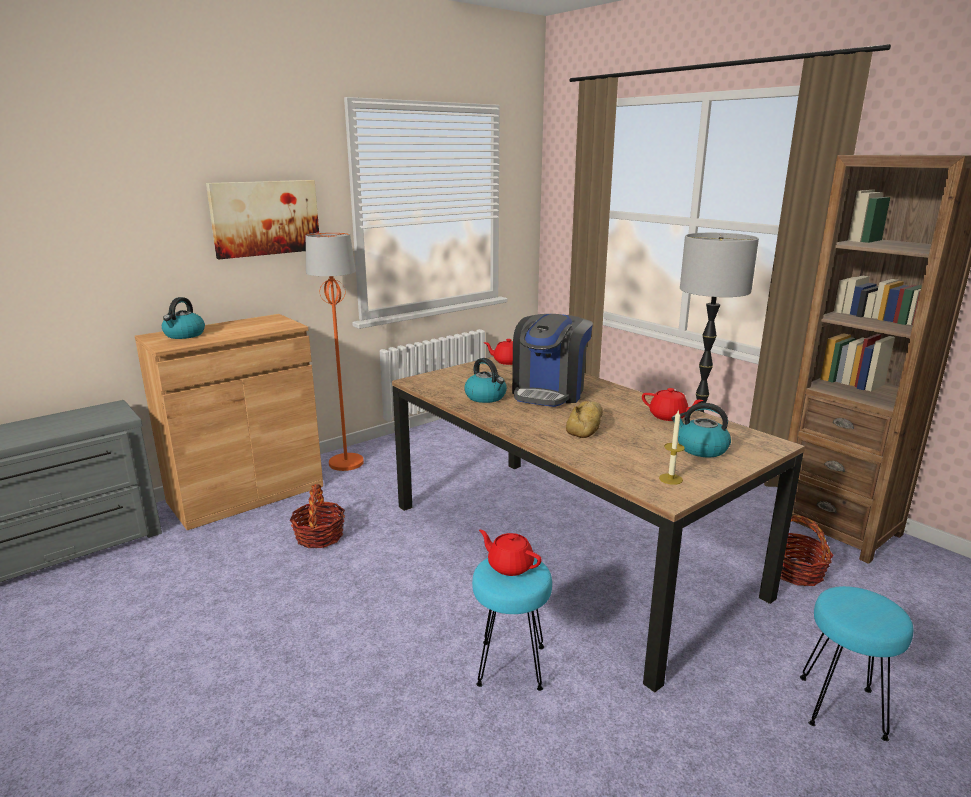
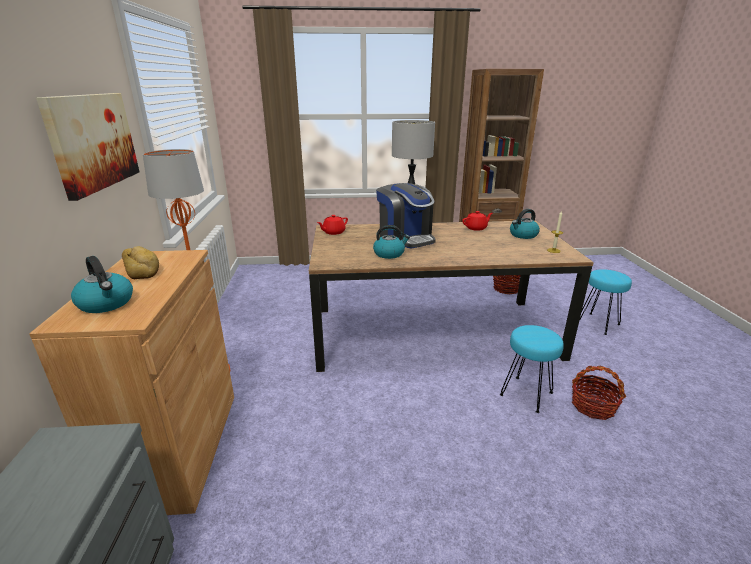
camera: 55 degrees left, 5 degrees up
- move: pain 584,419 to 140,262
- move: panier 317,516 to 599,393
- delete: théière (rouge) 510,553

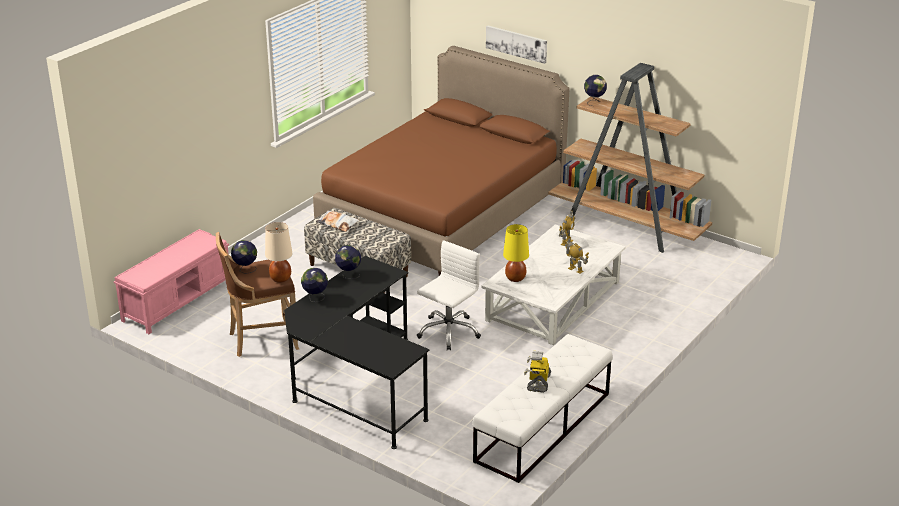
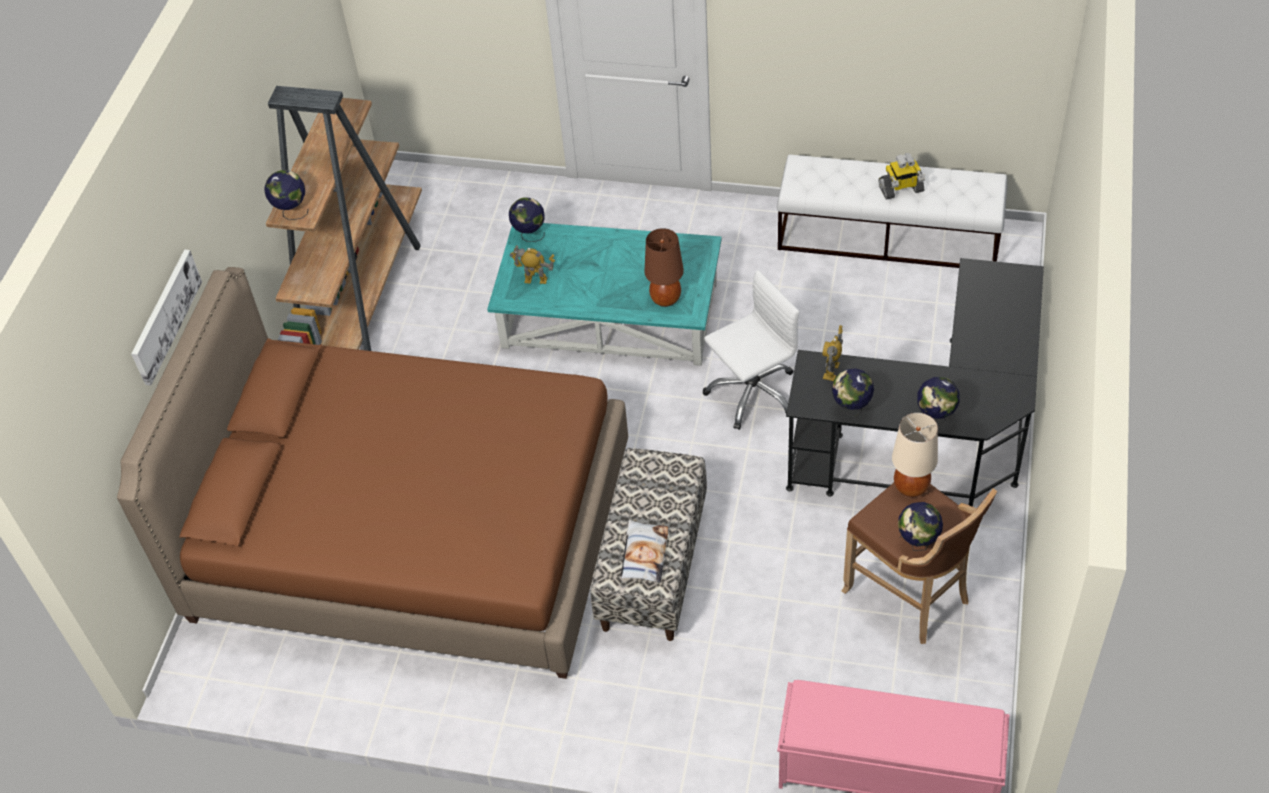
camera: 110 degrees left, 20 degrees up
- recolor: table basse (blanc) 553,285 to table basse (turquoise) 604,294
- insert: globe 527,219
- recolor: lampe de table (jaune) 516,253 to lampe de table (marron) 664,267
- rotate: chaise de bureau (blanc) 449,295 = 751,350 135 degrees clockwise
- move: robot jouet 577,256 to 833,353

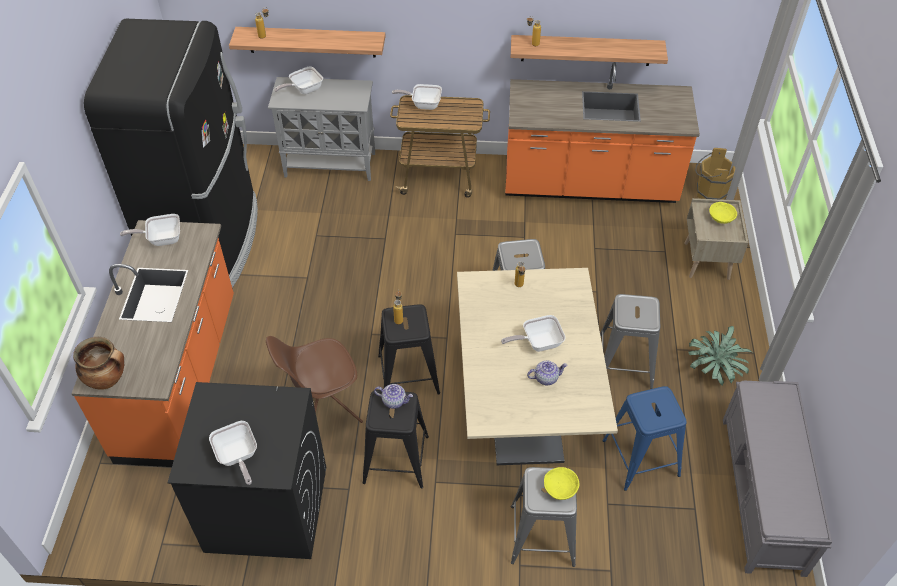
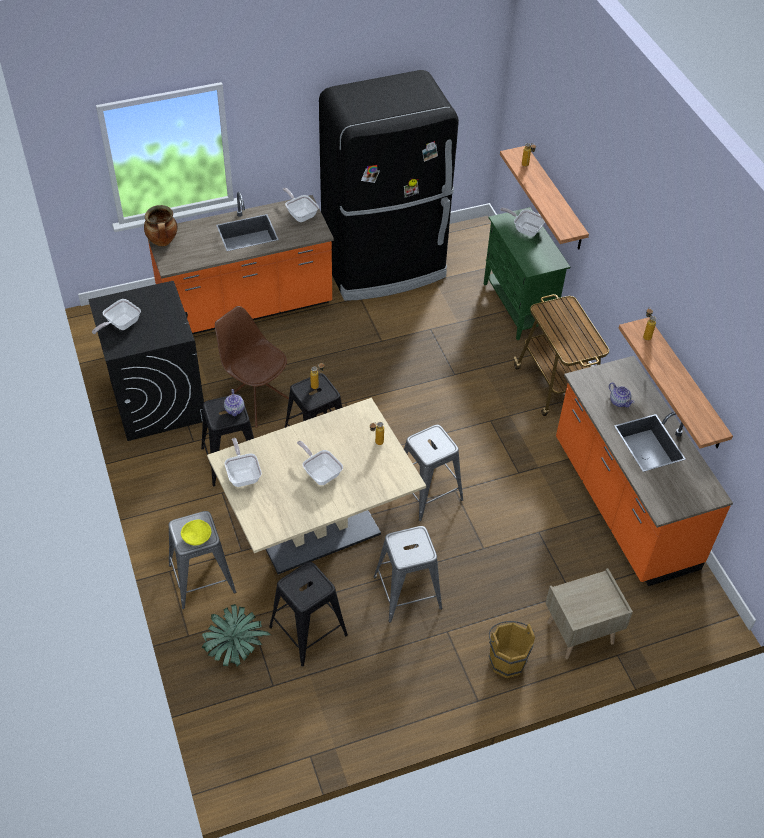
camera: 65 degrees right, 0 degrees up
- move: plante en pot 720,356 to 236,635
- move: poêle 417,97 to 243,462
- recolor: tabouret (bleu) 645,438 to tabouret (noir) 308,614
- recolor: meuble de rangement (gris) 321,129 to meuble de rangement (vert) 527,273
- move: seau (marron) 715,174 to 512,649
- move: théière 547,373 to 621,394
- delete: bol (jaune) 723,213
- delete: banc (gris) 777,479

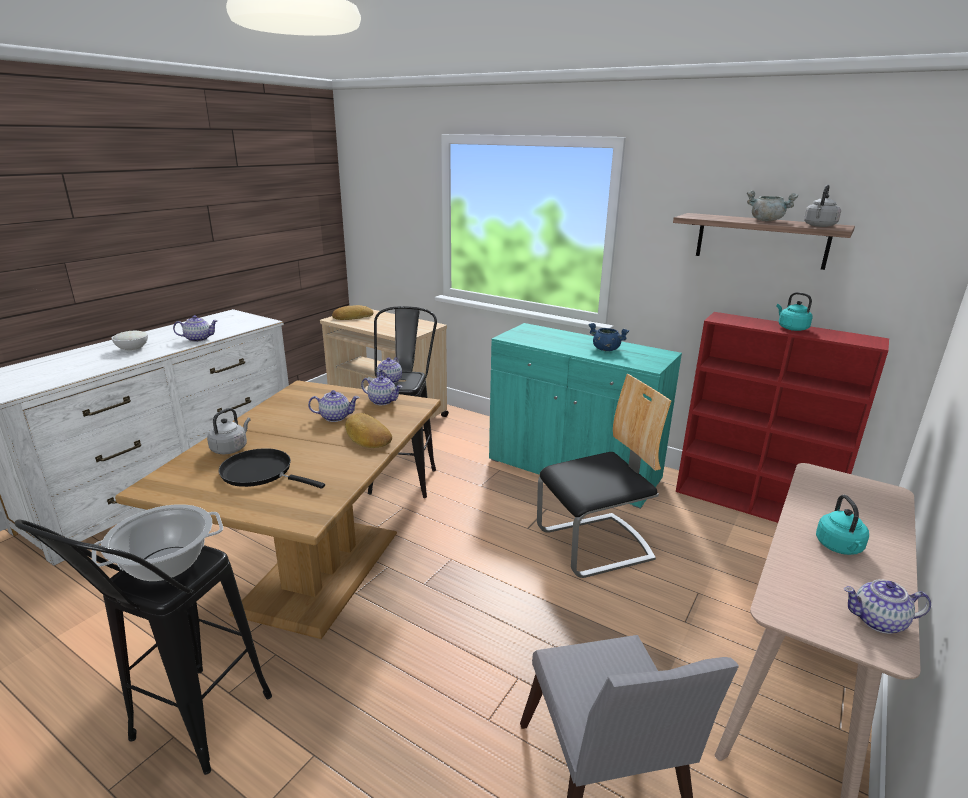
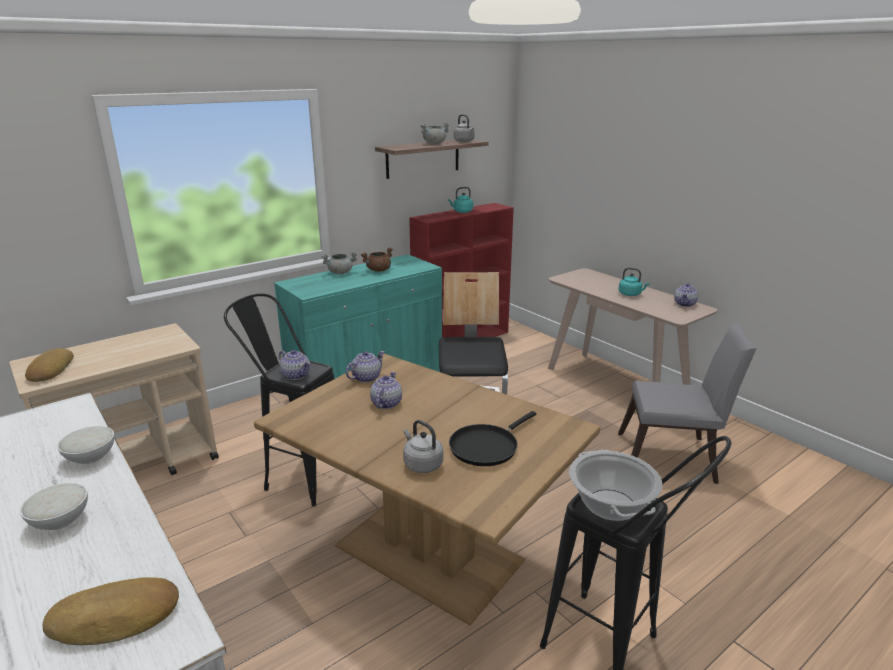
camera: 70 degrees left, 0 degrees up
- move: pain 368,430 to 110,611
- replace: théière 195,328 to bol (blanc) 85,445
- insert: marmite (gris) 339,262
- recolor: marmite (bleu) 608,337 to marmite (marron) 377,260

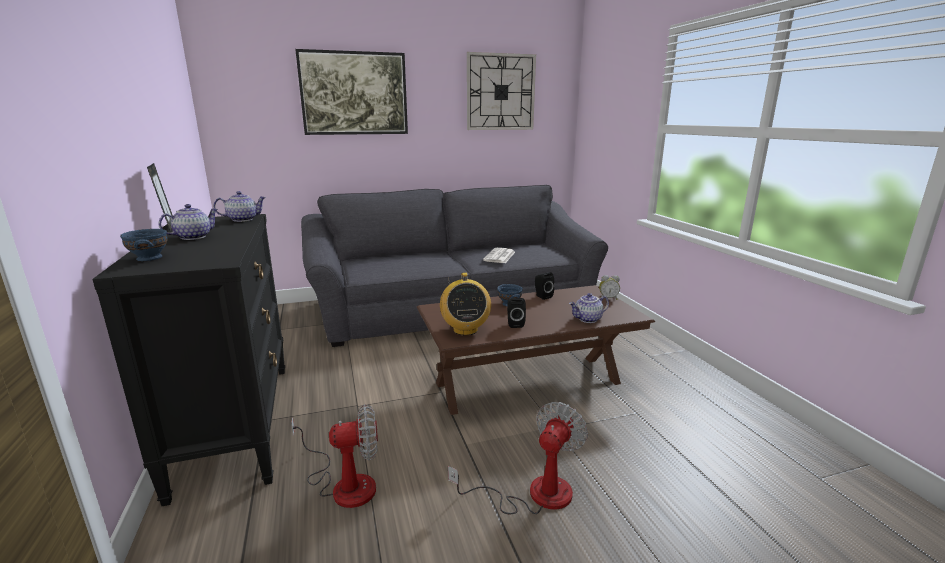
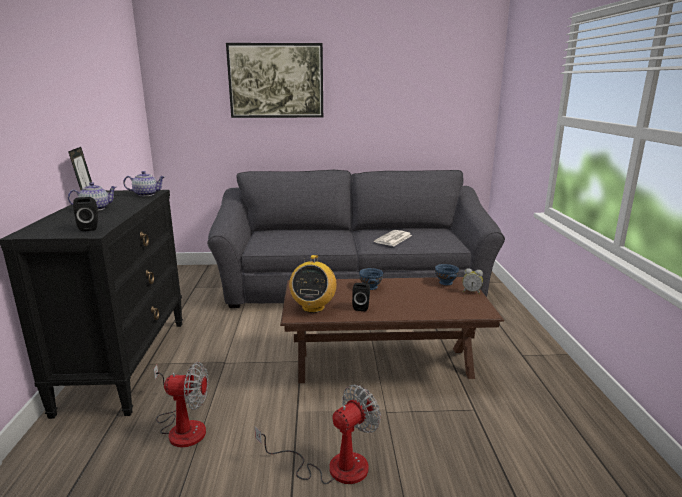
camera: 15 degrees right, 0 degrees up
- move: enceinte (noir) 544,286 to 85,214
- move: bol (bleu) 143,245 to 447,274
- delete: horloge murale 501,91
- delete: théière 589,308

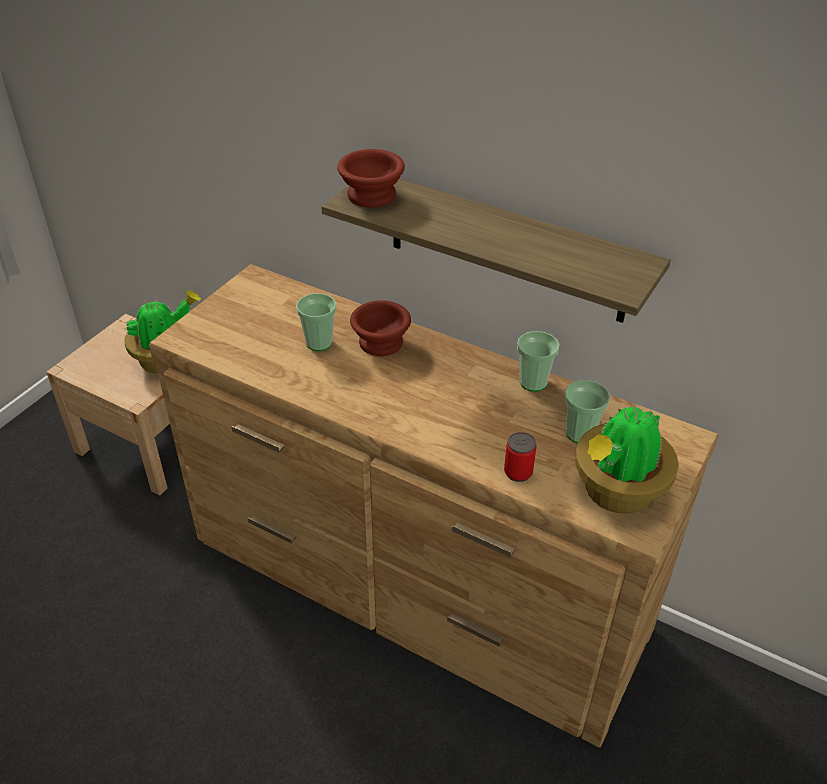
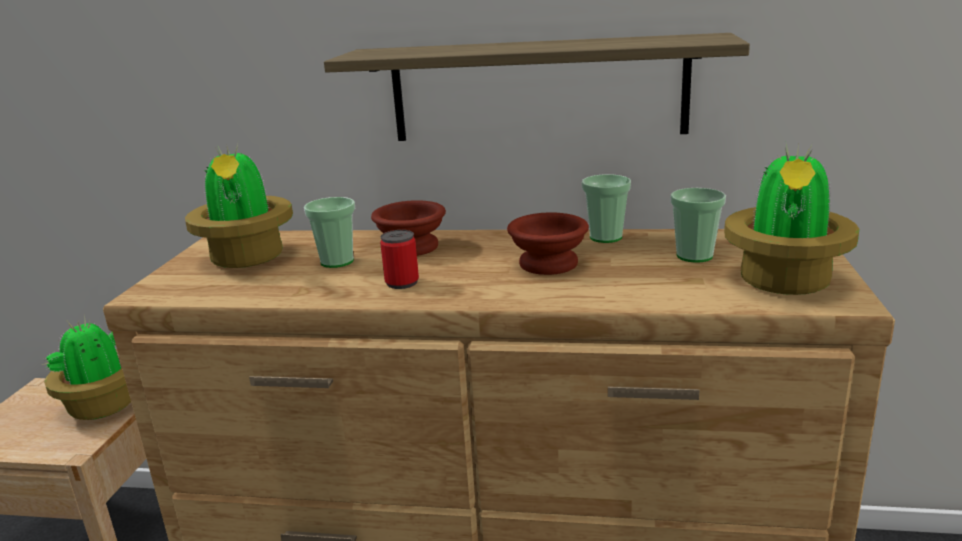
camera: 20 degrees left, 20 degrees down
- insert: plante en pot 239,206
- move: boîte métallique 520,457 to 399,259
- move: bol (marron) 371,178 to 548,244

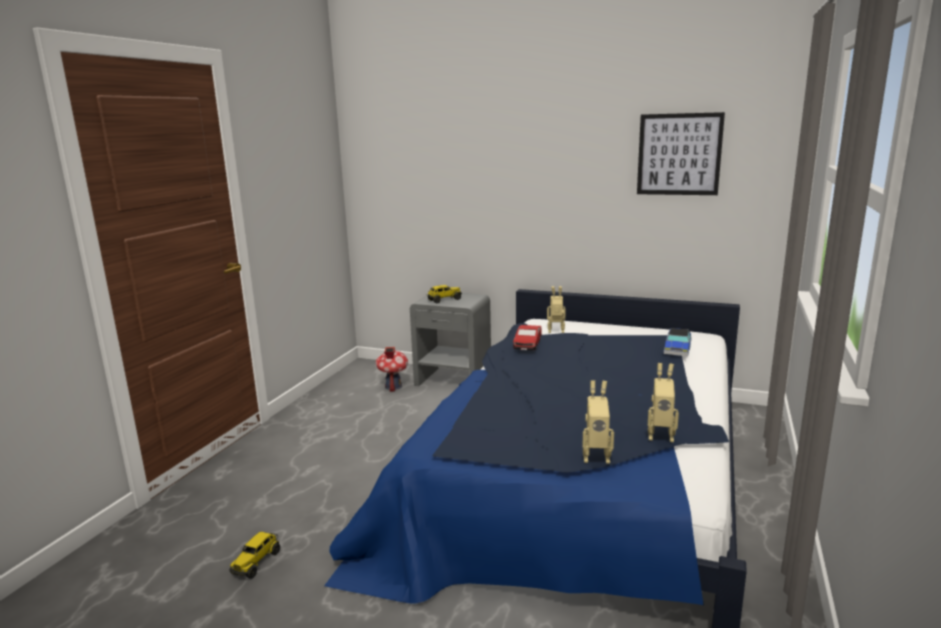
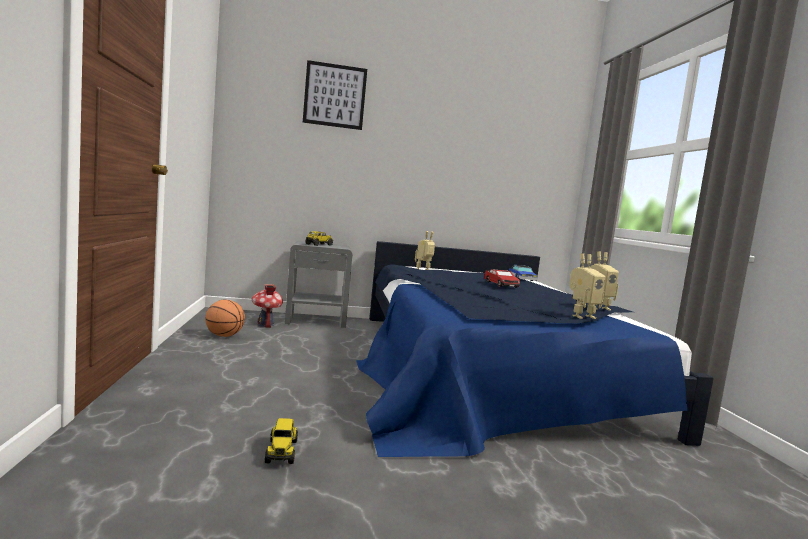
camera: 30 degrees left, 10 degrees down
- insert: ballon de basket 225,318
- move: tableau 681,153 to 335,95
- move: petite voiture 527,337 to 502,278

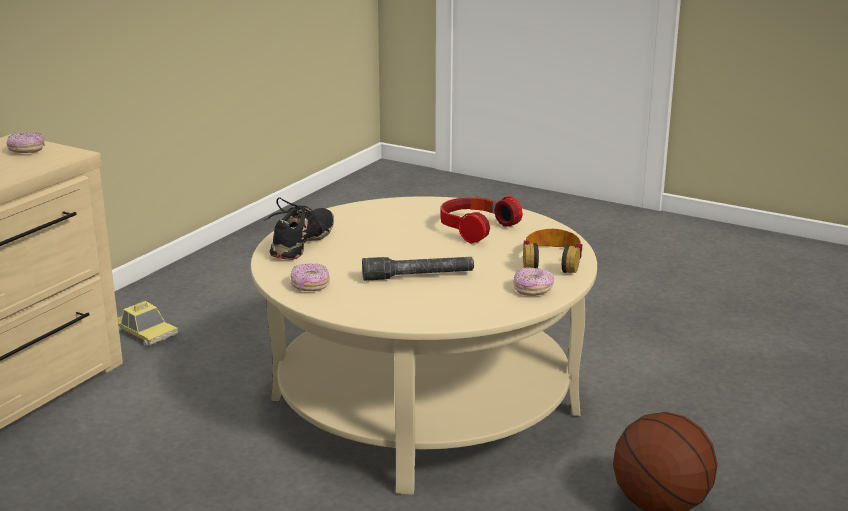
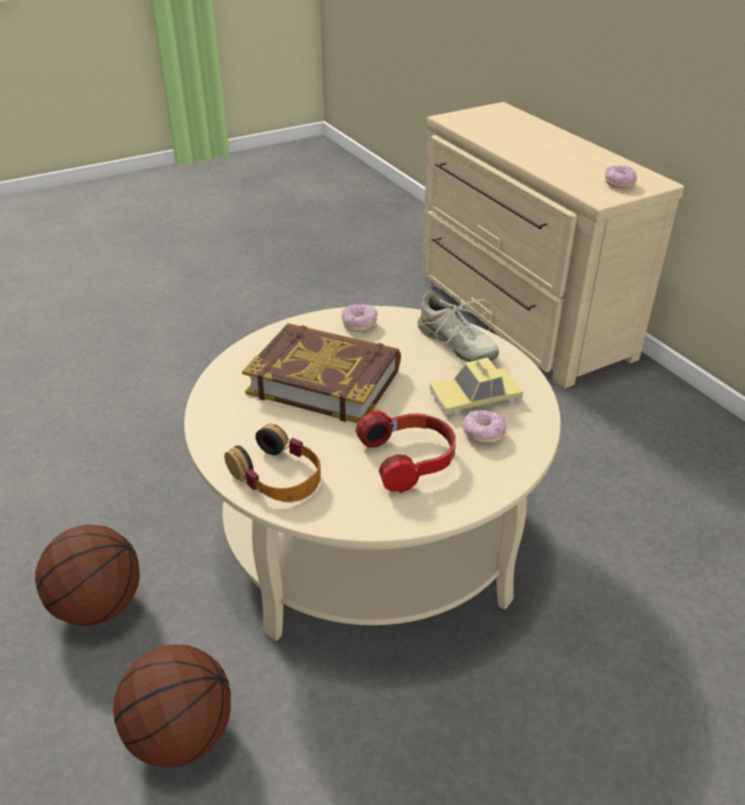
camera: 120 degrees right, 15 degrees up
- insert: ballon de basket 172,706
- replace: lampe de poche (gris) 418,269 to livre 321,373
- recolor: chaussure (noir) 298,228 to chaussure (beige) 458,326
- move: petite voiture 148,323 to 476,387
- move: beignet 533,281 to 484,427

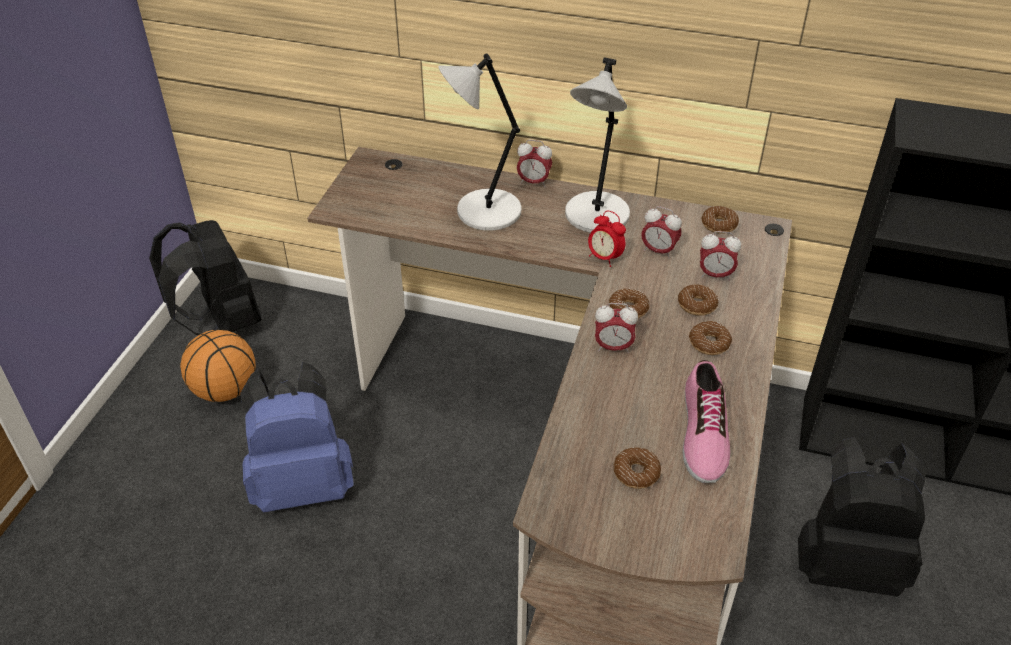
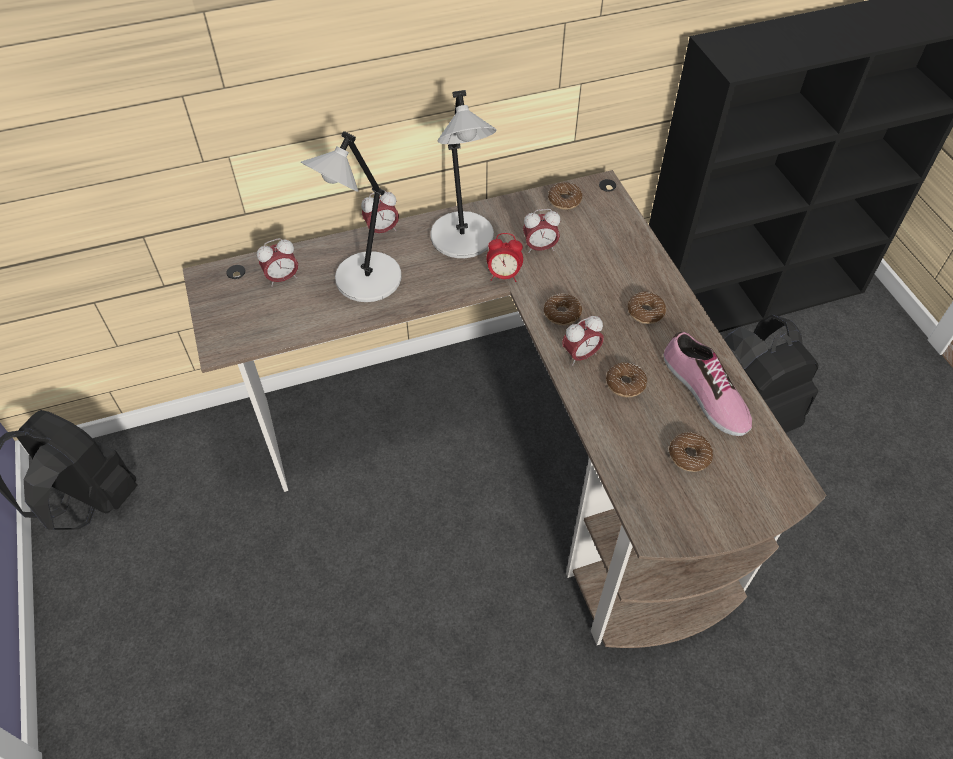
camera: 35 degrees left, 10 degrees up
- move: réveil 720,256 to 277,262
- move: beignet 698,300 to 626,379
- delete: ballon de basket 218,366
- delete: sac à dos (bleu) 297,437

